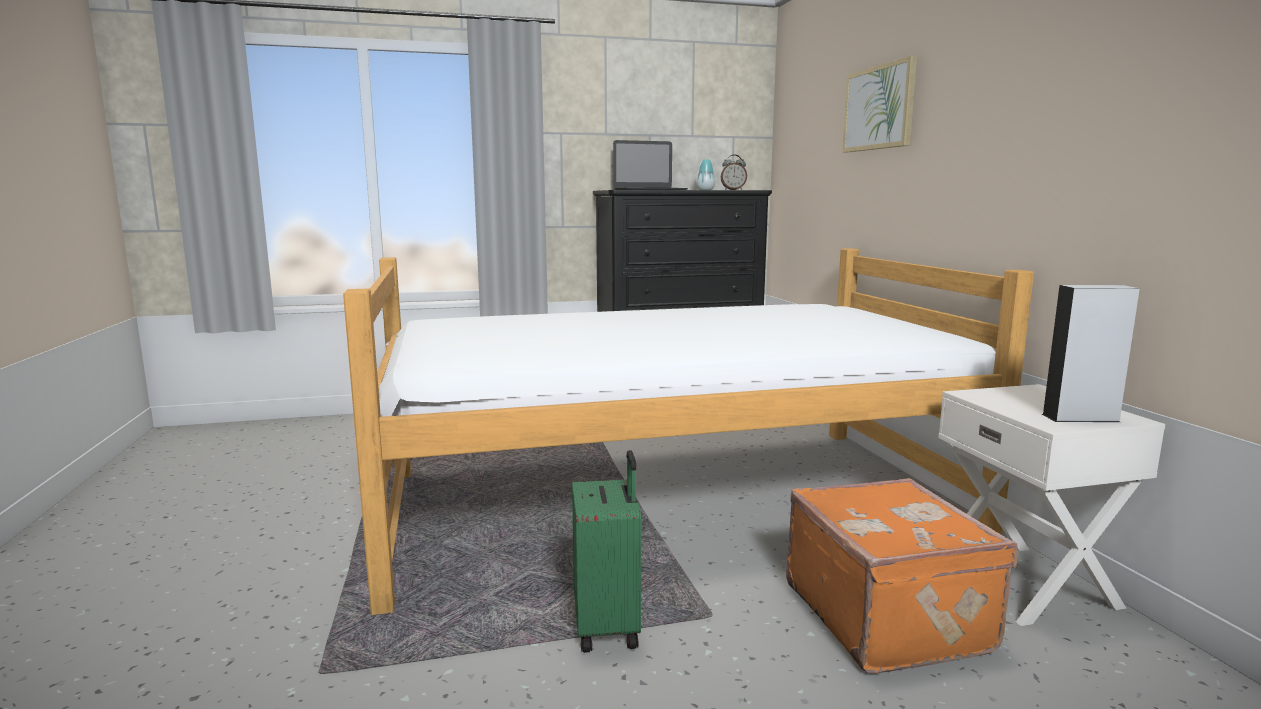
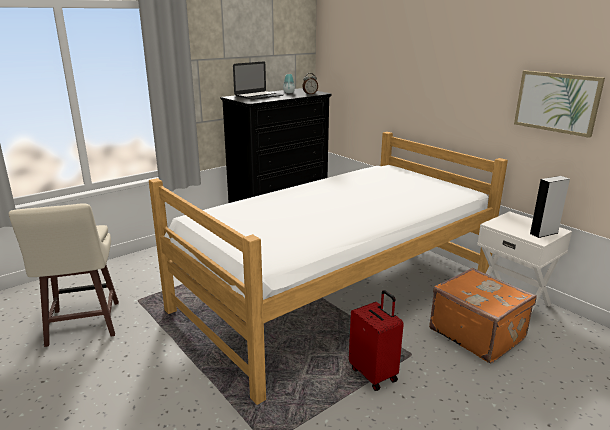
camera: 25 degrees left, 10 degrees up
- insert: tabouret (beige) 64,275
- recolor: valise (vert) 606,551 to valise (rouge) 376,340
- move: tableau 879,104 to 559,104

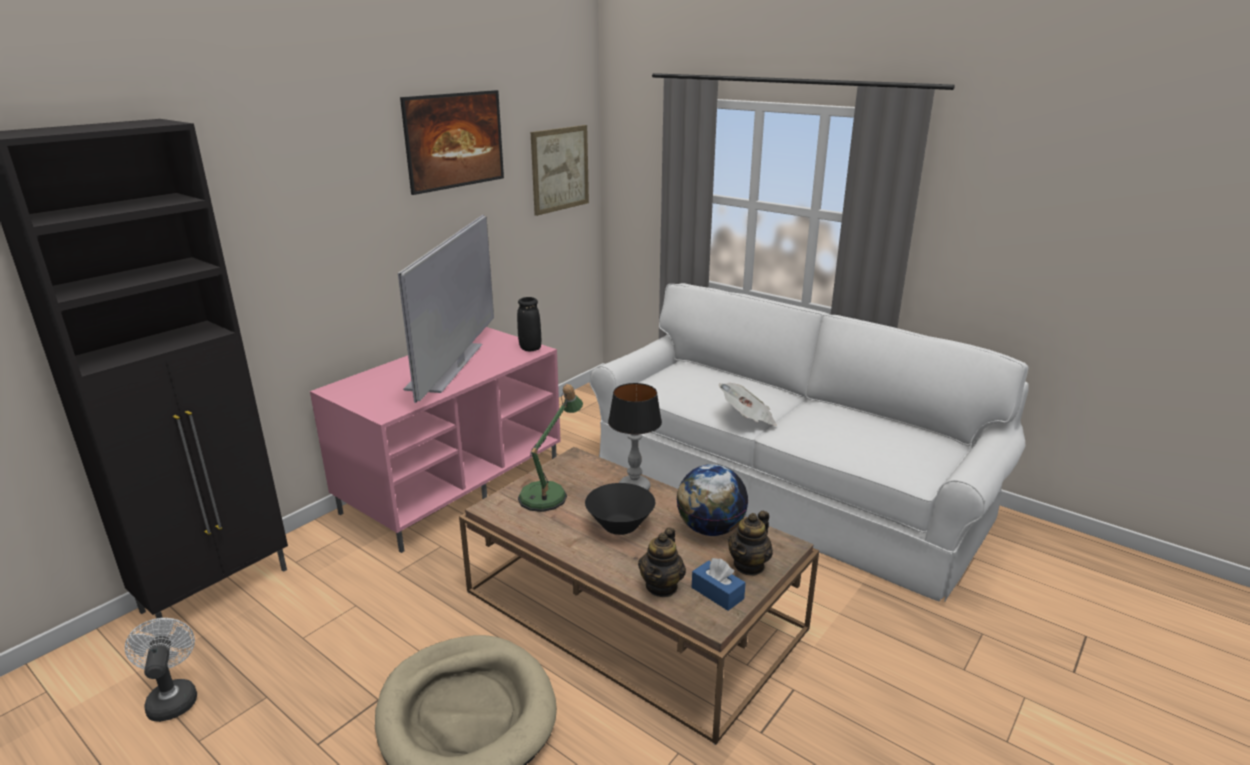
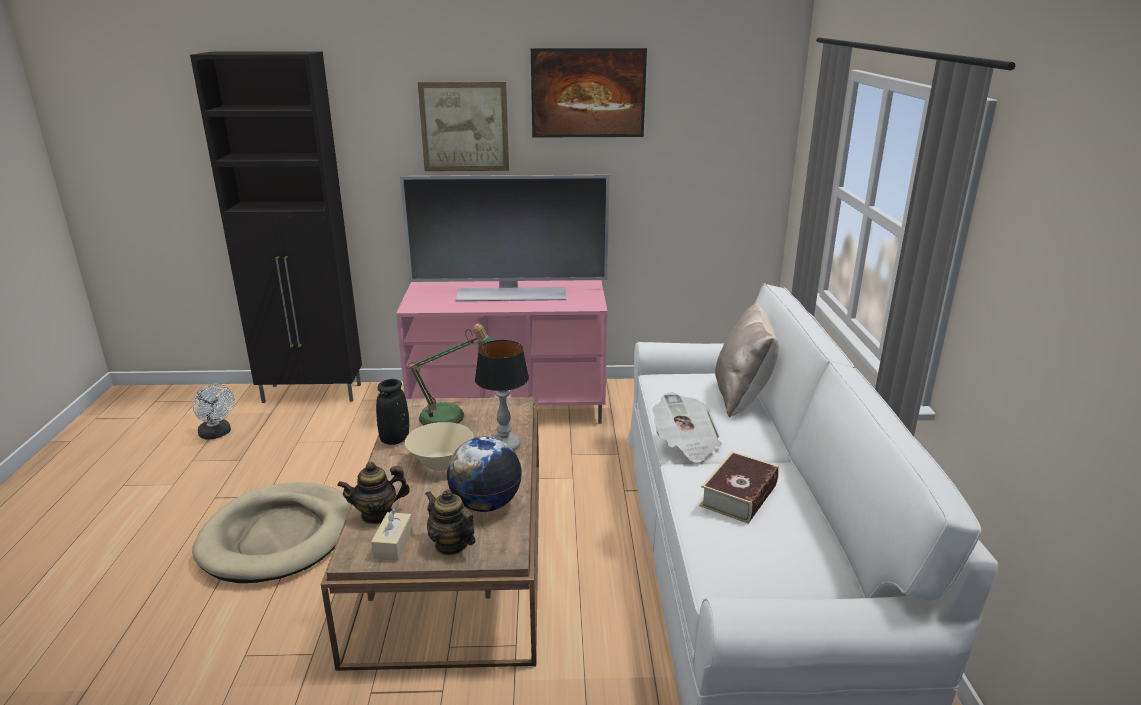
camera: 50 degrees right, 0 degrees up
- rotate: ventilateur (blanc) 161,670 = 214,411 105 degrees clockwise
- recolor: boîte à mouchoirs (bleu) 719,584 to boîte à mouchoirs (beige) 392,534
- move: vase (noir) 529,324 to 392,412
- rotate: téléviseur 446,309 = 505,238 150 degrees counterclockwise
- recolor: bol (noir) 620,509 to bol (beige) 439,446
- move: tableau 560,170 to 463,126
- rotate: théière 750,543 = 451,522 45 degrees clockwise
- insert: livre 739,487
- insert: coussin (beige) 747,359

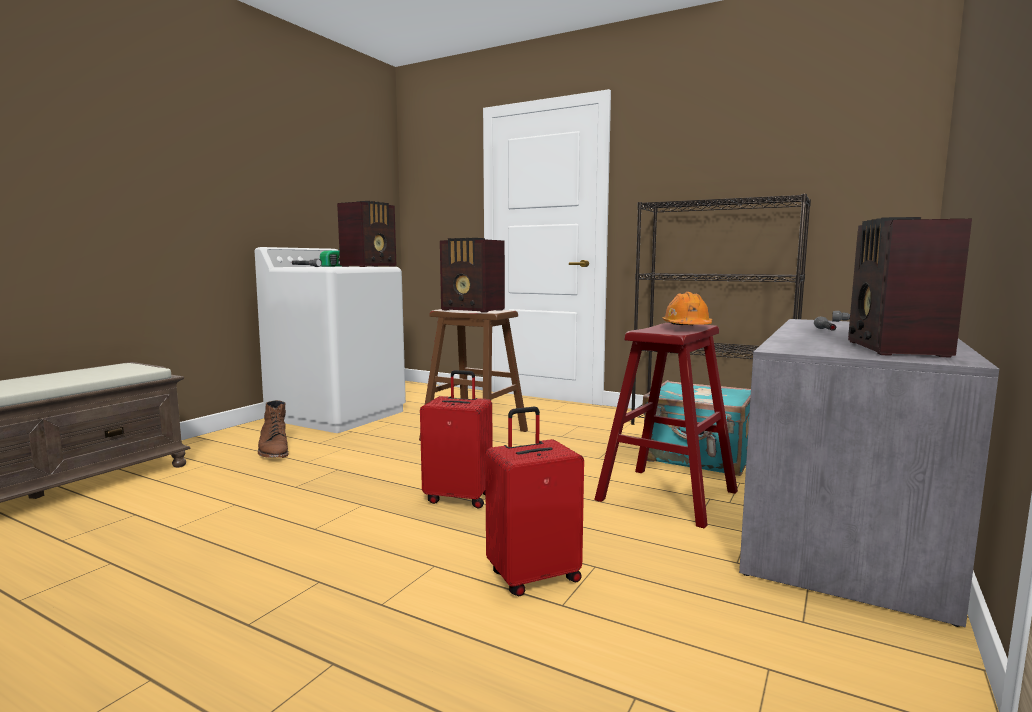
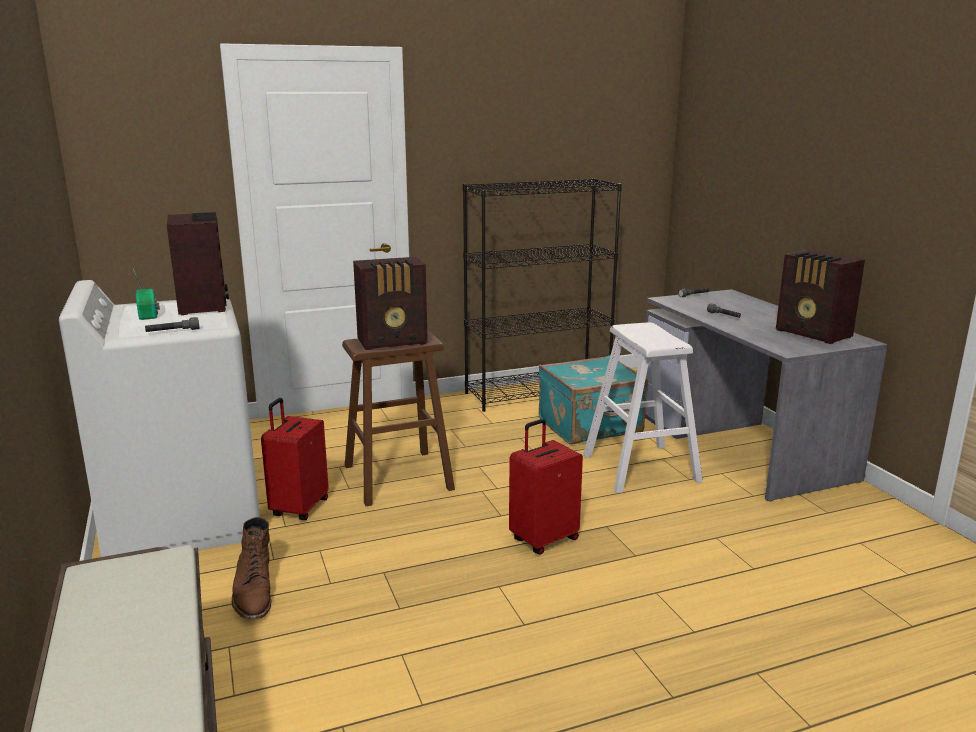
camera: 50 degrees left, 10 degrees up
- rotate: botte (marron) 273,429 = 252,568 60 degrees clockwise
- move: valise (rouge) 534,501 to 295,459
- recolor: tabouret (rouge) 666,426 to tabouret (blanc) 643,407
- delete: casque de chantier (orange) 687,308

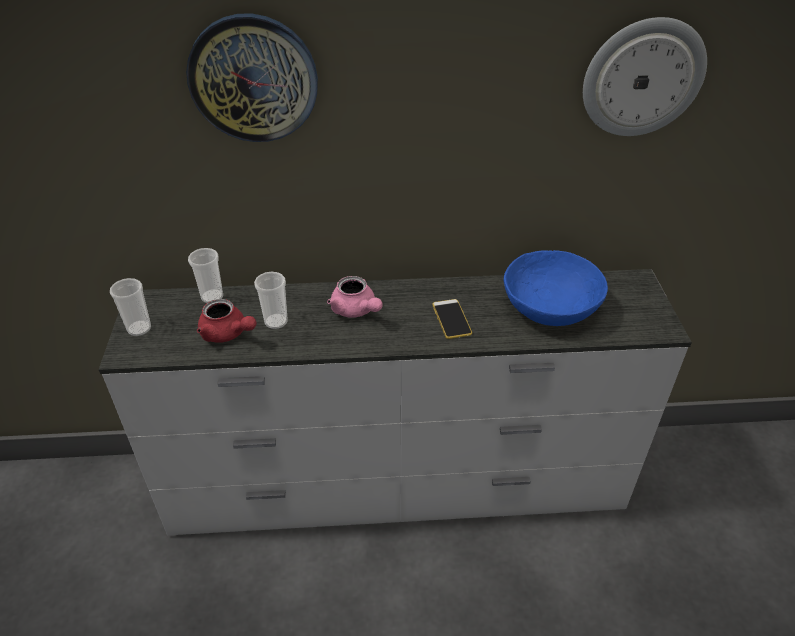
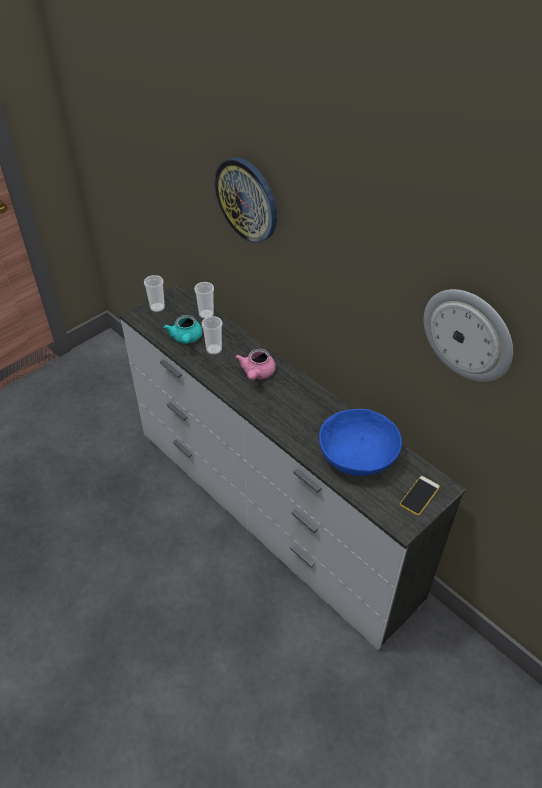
camera: 50 degrees right, 5 degrees up
- recolor: théière (rouge) 227,321 to théière (turquoise) 182,329
- move: téléphone 452,319 to 420,496

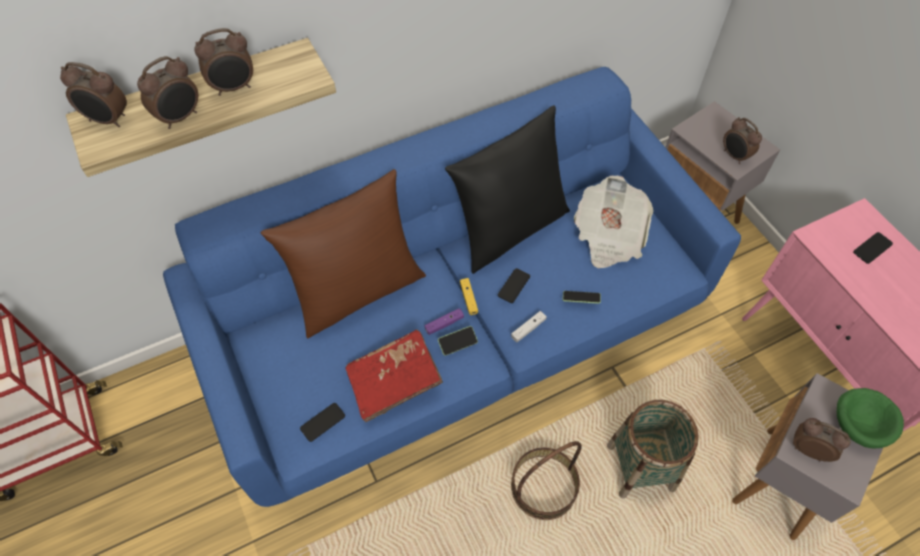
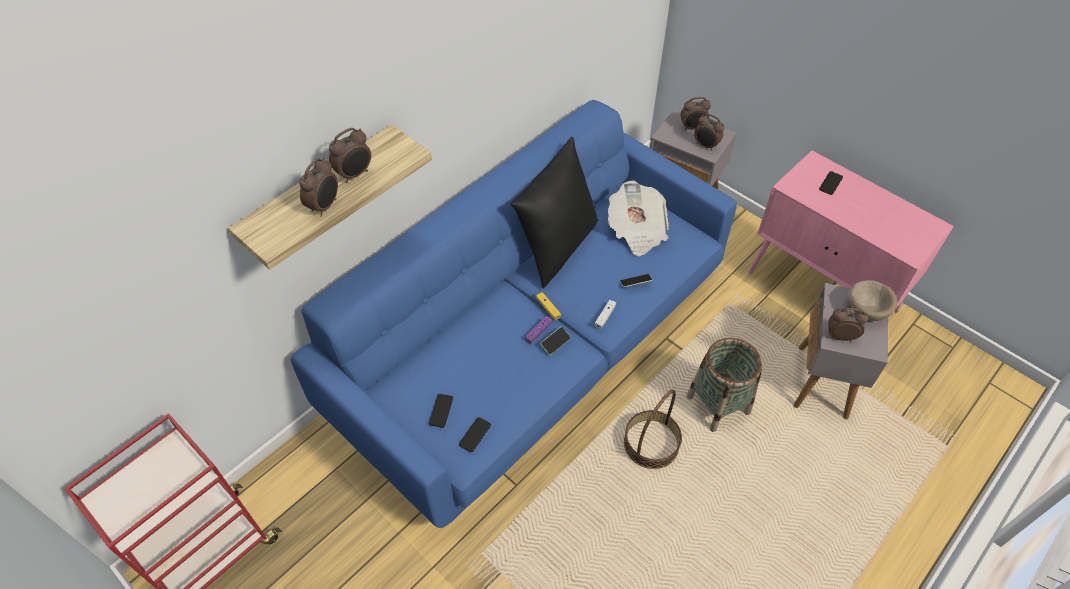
camera: 20 degrees left, 5 degrees down
- move: téléphone 514,285 to 441,411
- move: réveil 93,94 to 695,113
- recolor: bol (vert) 870,418 to bol (beige) 872,300
- delete: coussin (marron) 343,253
- delete: livre (rouge) 394,376

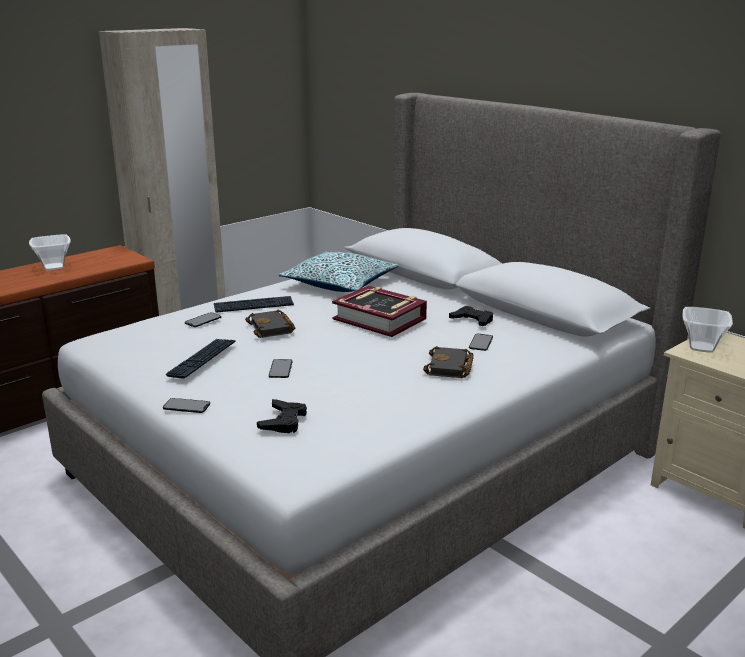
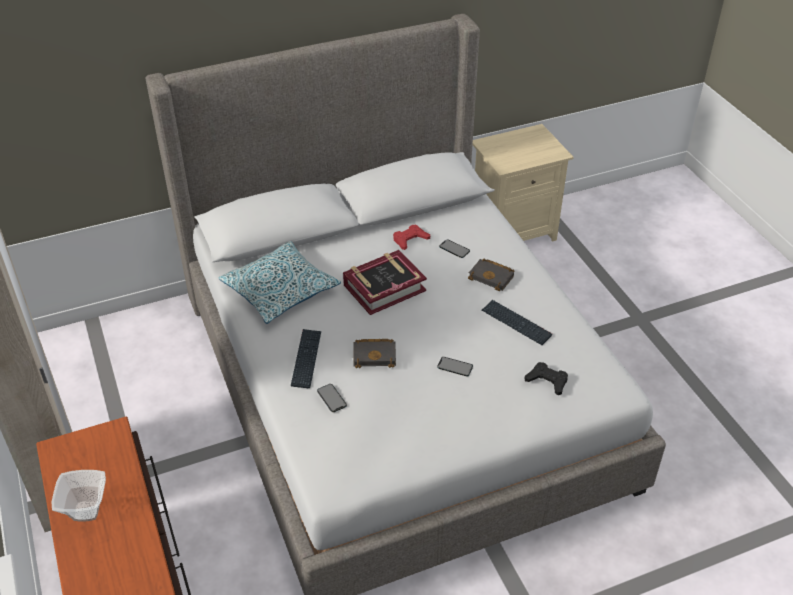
camera: 70 degrees left, 20 degrees up
- recolor: manette (noir) 471,316 to manette (rouge) 411,237
- move: clavier 201,359 to 517,322
- delete: téléphone 186,405
- delete: bol 708,330

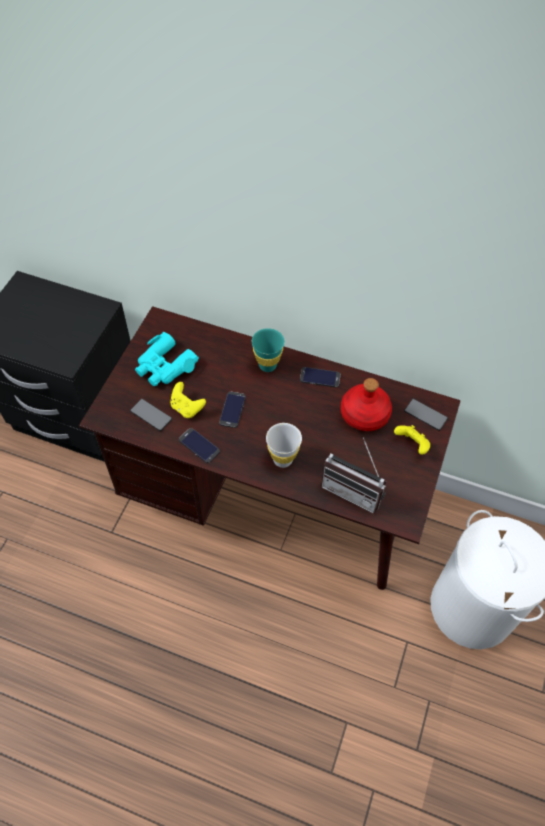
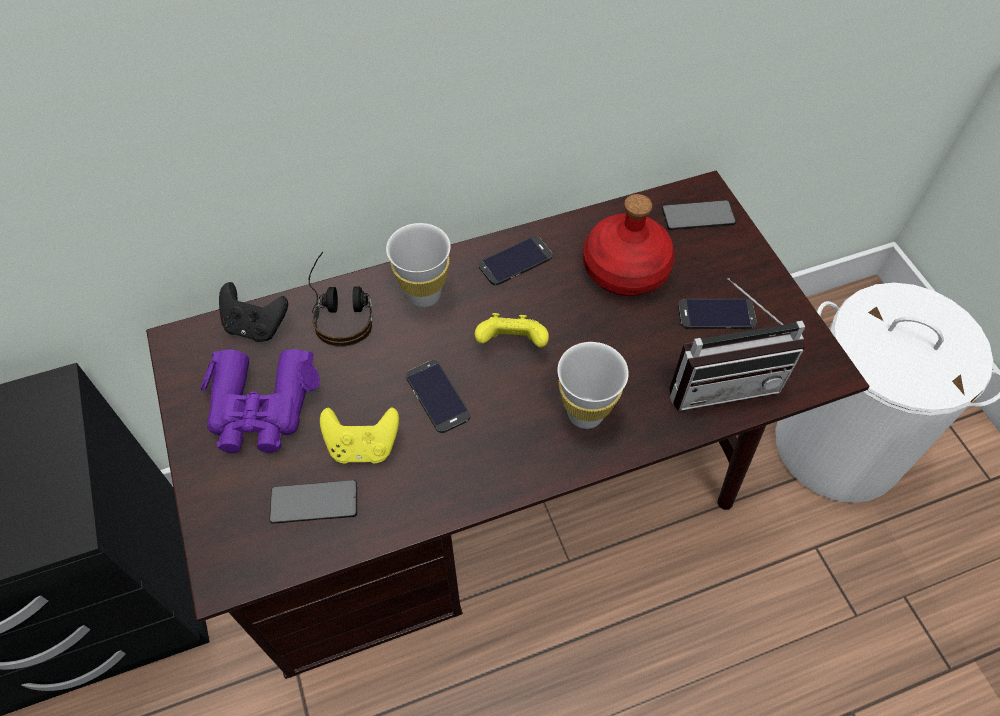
camera: 40 degrees left, 0 degrees up
- recolor: jumelles (turquoise) 167,359 to jumelles (violet) 260,401
- insert: manette (noir) 253,312
- insert: casque audio 340,299
- recolor: tasse (turquoise) 268,350 to tasse (blanc) 418,265
- move: manette (jaune) 412,440 to 512,330
- move: téléphone 199,445 to 717,314

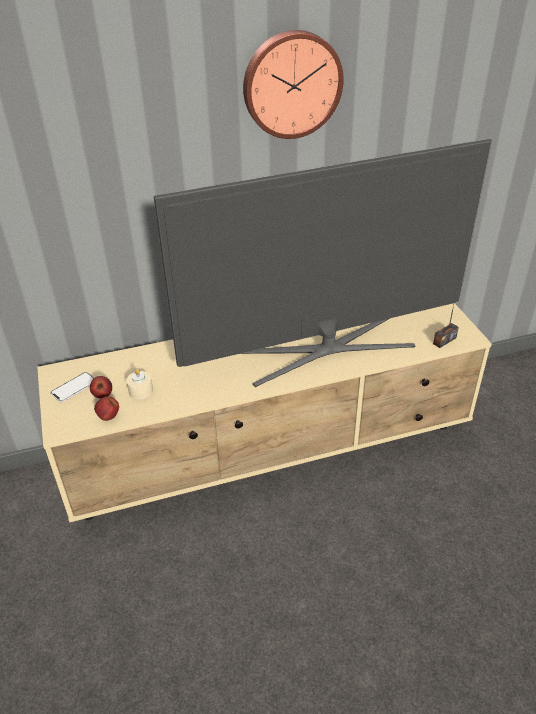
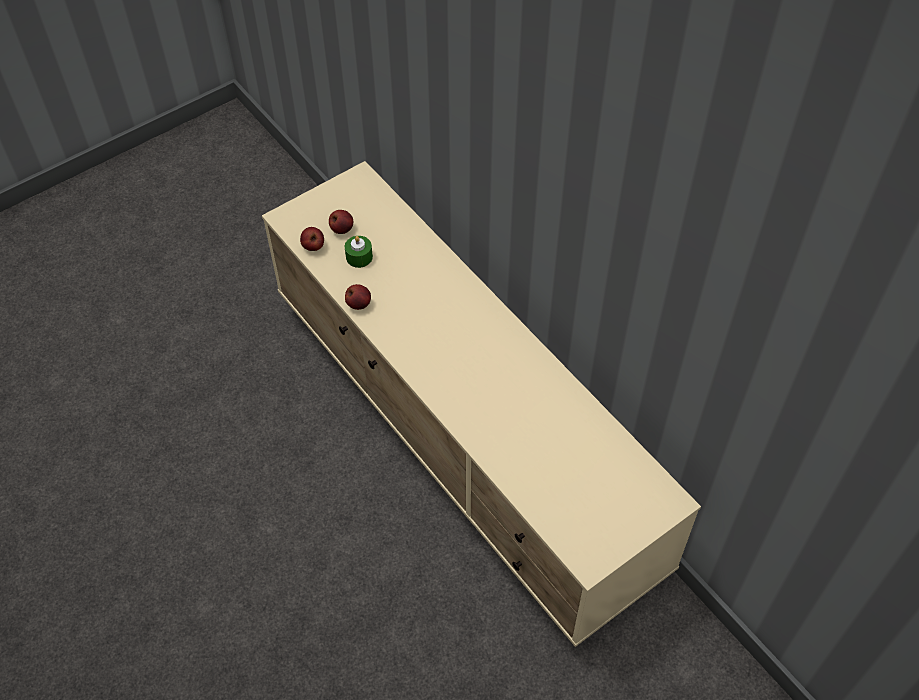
camera: 70 degrees right, 15 degrees up
- recolor: bougie (beige) 139,384 to bougie (vert) 359,252
- insert: pomme 358,297
- delete: téléphone 72,387
- delete: téléviseur 323,263
- delete: horloge murale 293,84
- delete: radio 446,314

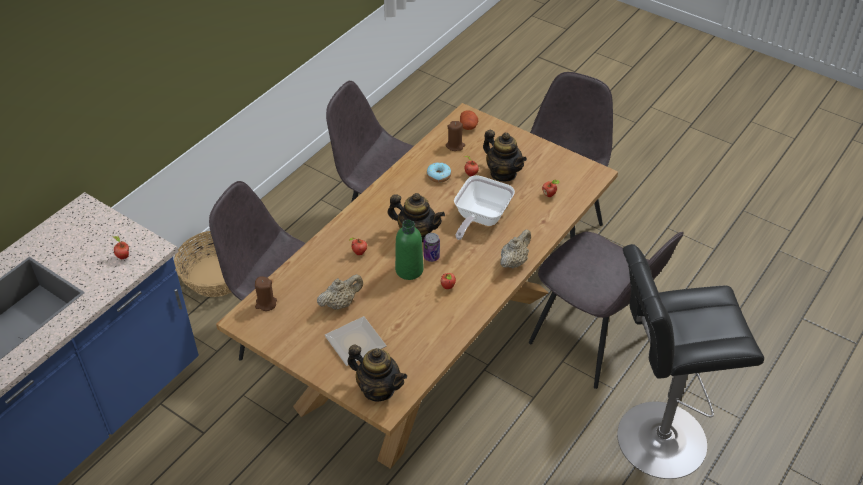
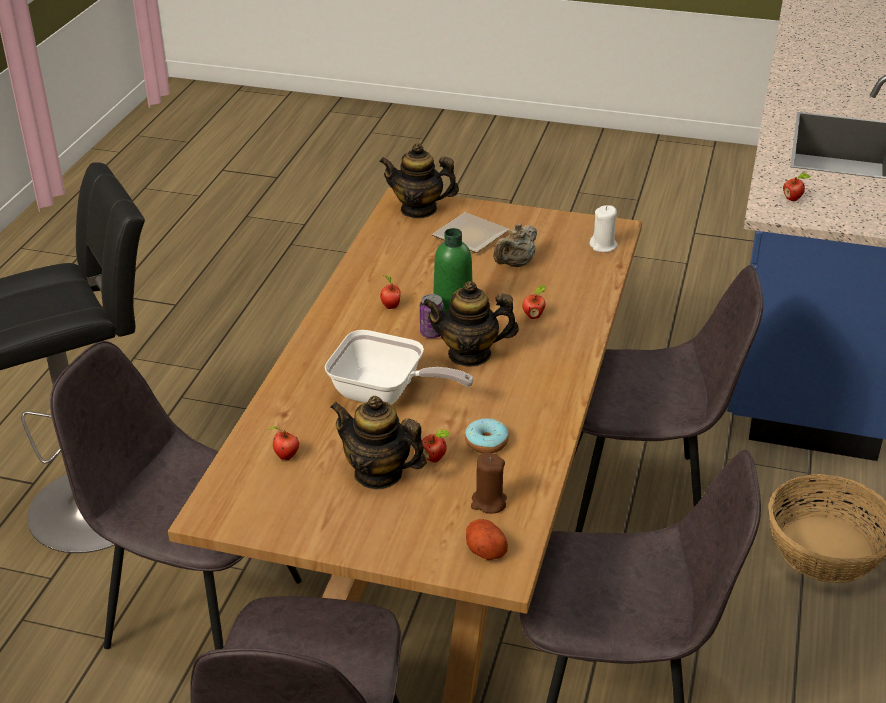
camera: 160 degrees right, 10 degrees down
- rotate: poêle 484,207 = 399,367 105 degrees clockwise
- recolor: bougie (marron) 266,293 to bougie (blanc) 603,228
- delete: théière (beige) 515,249

